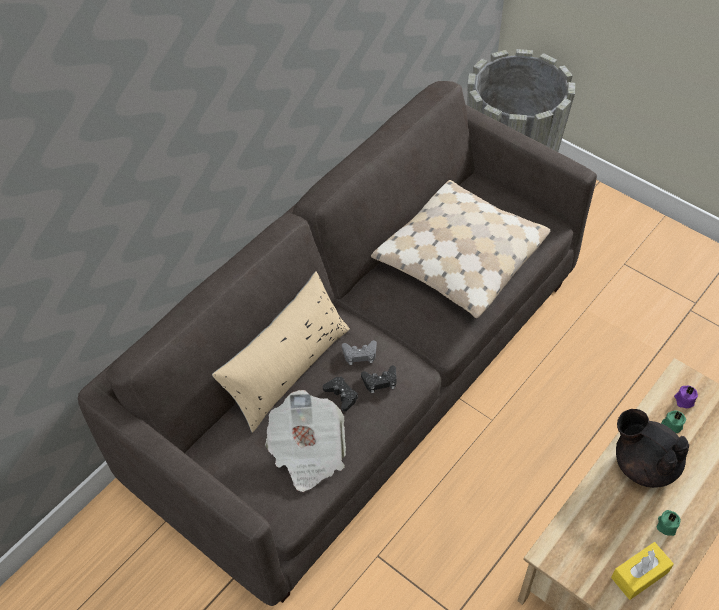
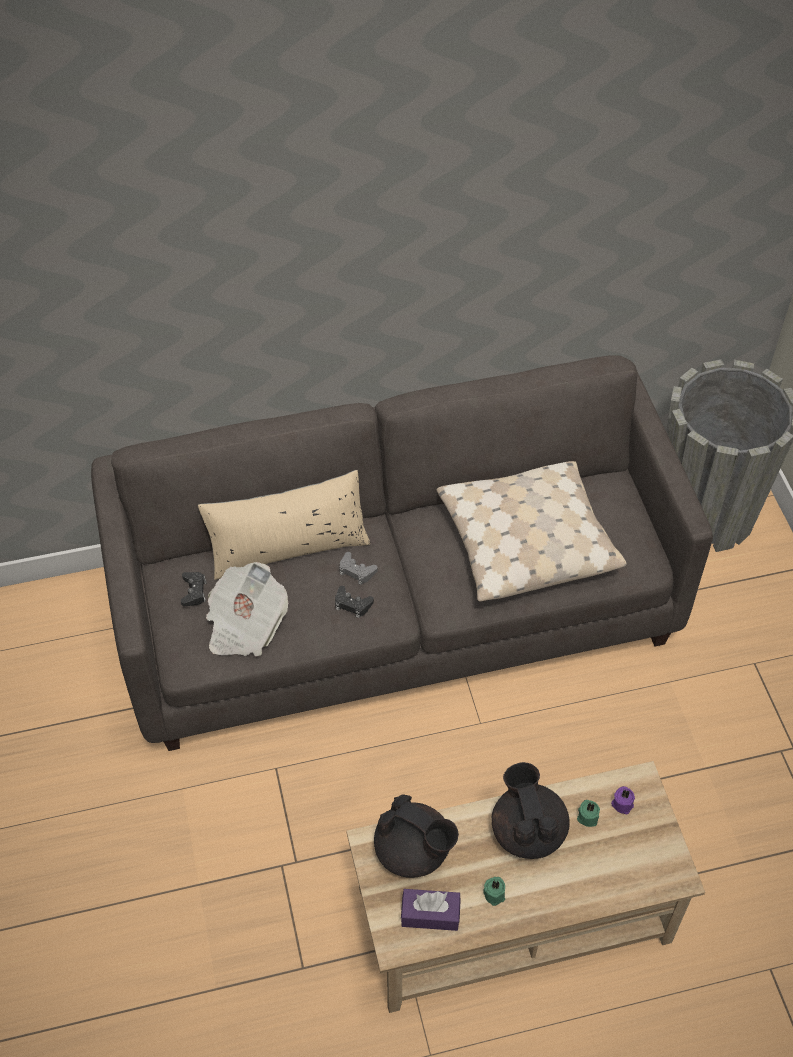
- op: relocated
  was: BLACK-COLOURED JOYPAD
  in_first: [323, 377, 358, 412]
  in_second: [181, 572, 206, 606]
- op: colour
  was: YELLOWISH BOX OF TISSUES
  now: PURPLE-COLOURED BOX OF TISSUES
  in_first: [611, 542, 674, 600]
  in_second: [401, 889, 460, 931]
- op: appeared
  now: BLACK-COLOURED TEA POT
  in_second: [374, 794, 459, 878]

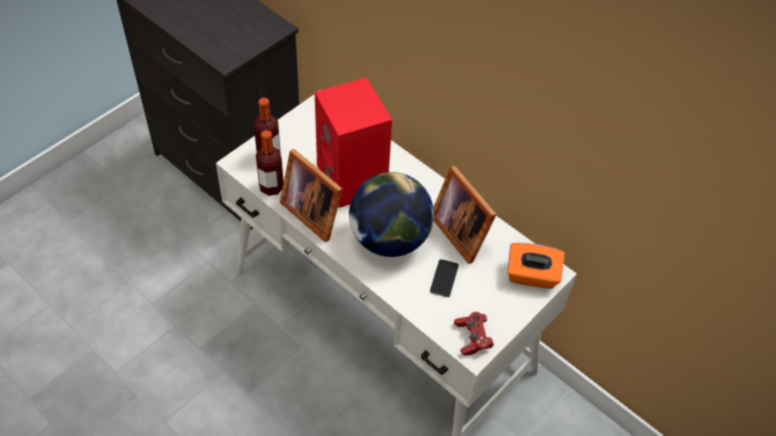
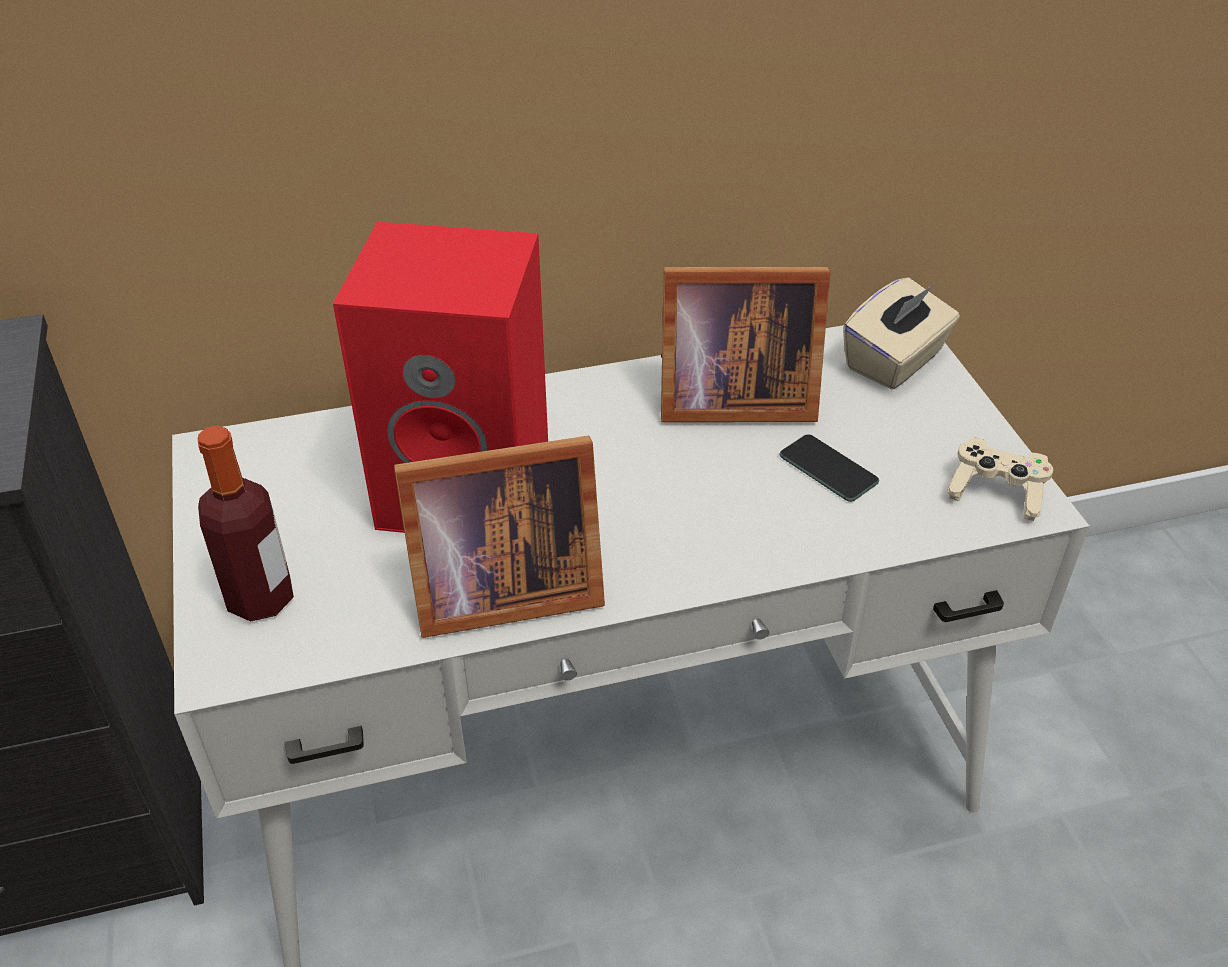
- op: missing
  was: BOTTLE
  in_first: [256, 130, 284, 196]
- op: missing
  was: GLOBE
  in_first: [349, 172, 434, 257]
- op: colour
  was: ORANGE BOX OF TISSUES
  now: BEIGE BOX OF TISSUES
  in_first: [507, 243, 565, 289]
  in_second: [843, 277, 960, 390]
- op: colour
  was: REDDISH JOYPAD
  now: BEIGE JOYPAD
  in_first: [454, 312, 494, 356]
  in_second: [947, 437, 1053, 521]

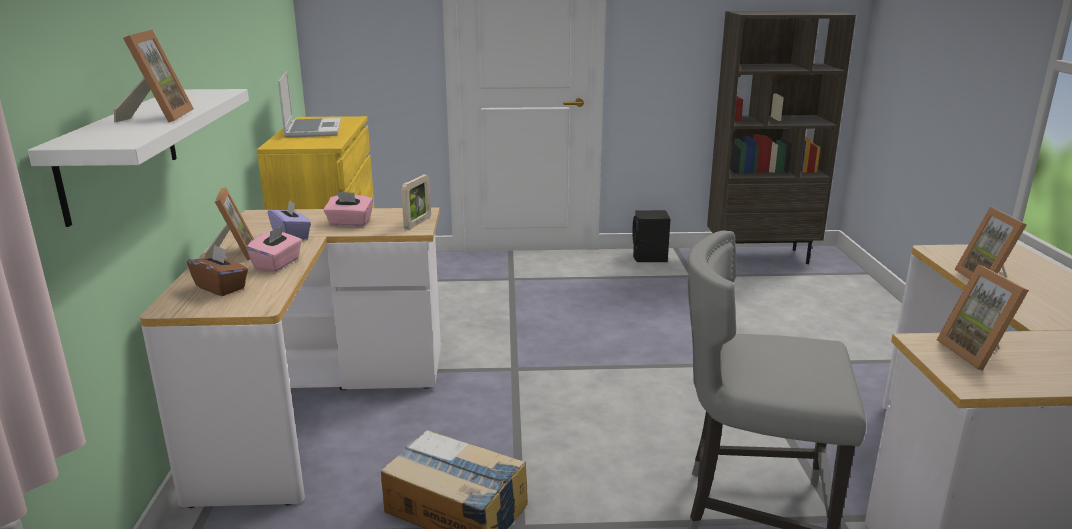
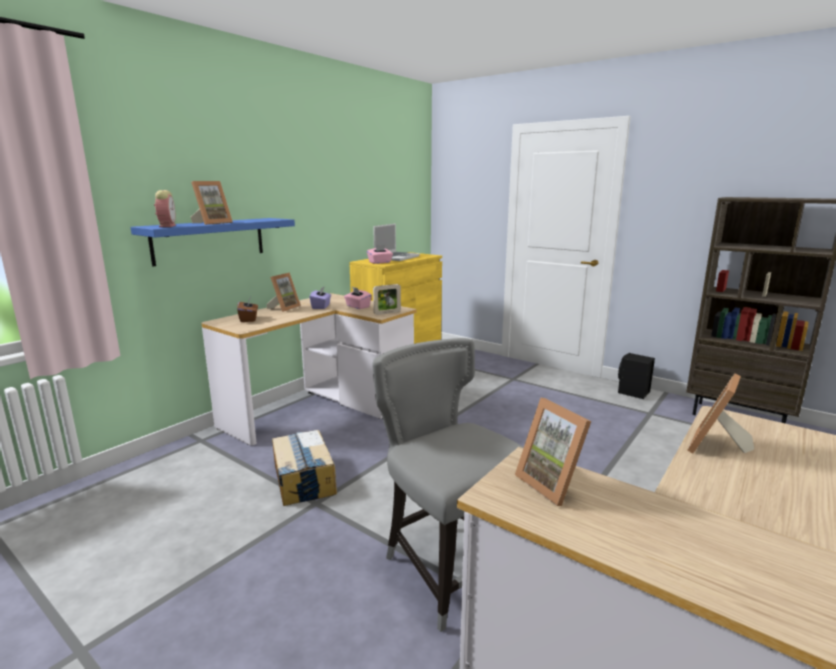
- op: colour
  was: WHITE WALL SHELF
  now: BLUE WALL SHELF
  in_first: [28, 89, 249, 227]
  in_second: [131, 218, 295, 267]
- op: relocated
  was: PINK BOX OF TISSUES
  in_first: [246, 225, 302, 272]
  in_second: [367, 245, 393, 264]
- op: spun
  was: PICTURE FRAME
  in_first: [937, 265, 1029, 371]
  in_second: [515, 398, 591, 506]
  clockwise: -60
- op: appeared
  now: ALARM CLOCK
  in_second: [154, 190, 176, 227]

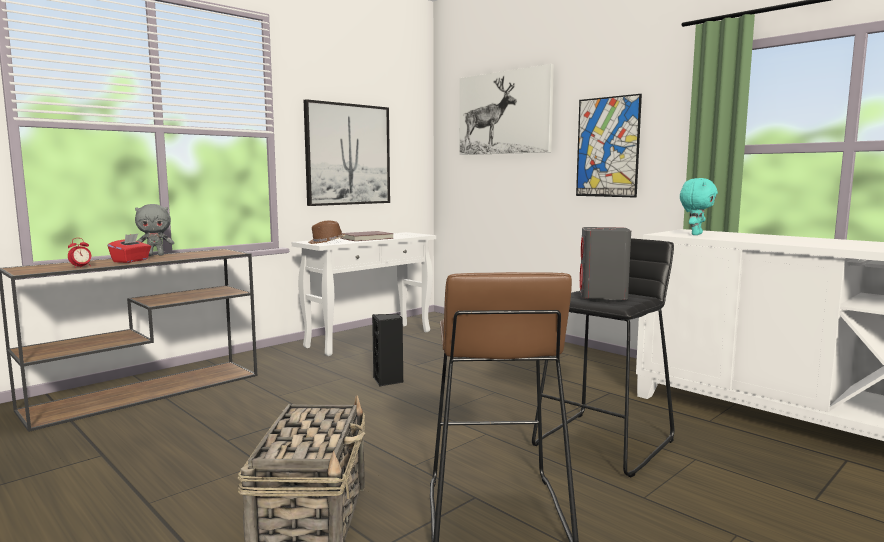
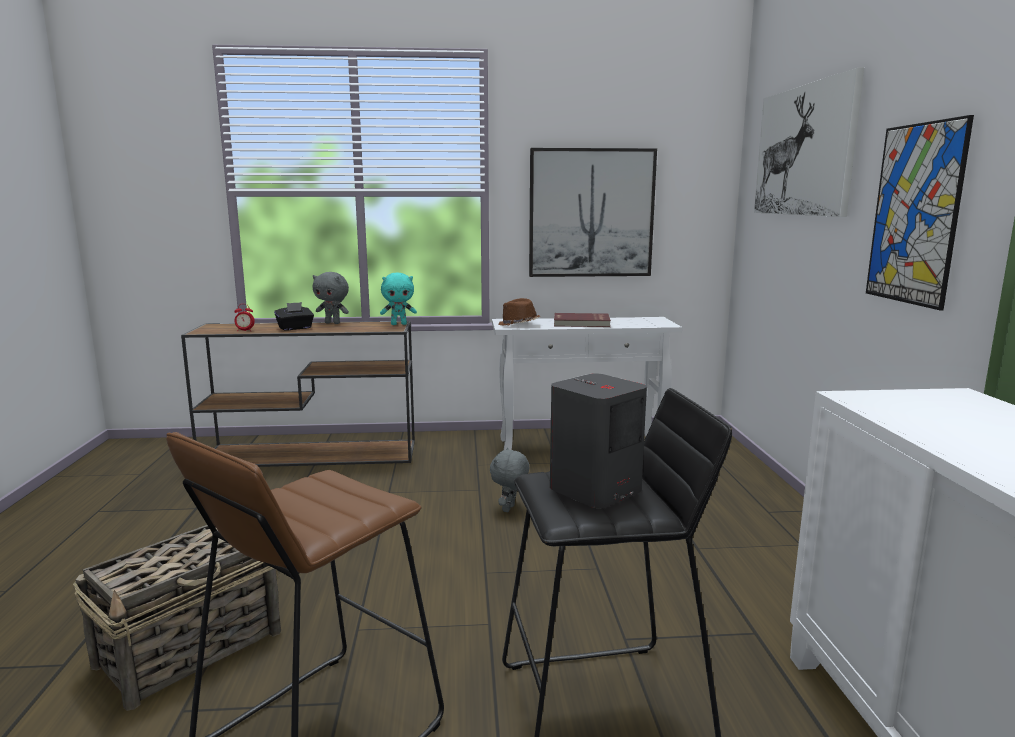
- op: relocated
  was: TURQUOISE SOFT TOY
  in_first: [680, 178, 718, 235]
  in_second: [380, 273, 417, 325]
- op: colour
  was: REDDISH BOX OF TISSUES
  now: BLACK-COLOURED BOX OF TISSUES
  in_first: [108, 234, 151, 263]
  in_second: [274, 302, 314, 331]
- op: exchanged
  was: BLACK-COLOURED AUDIO SPEAKER
  now: GREY SOFT TOY
  in_first: [372, 314, 403, 387]
  in_second: [490, 448, 529, 512]

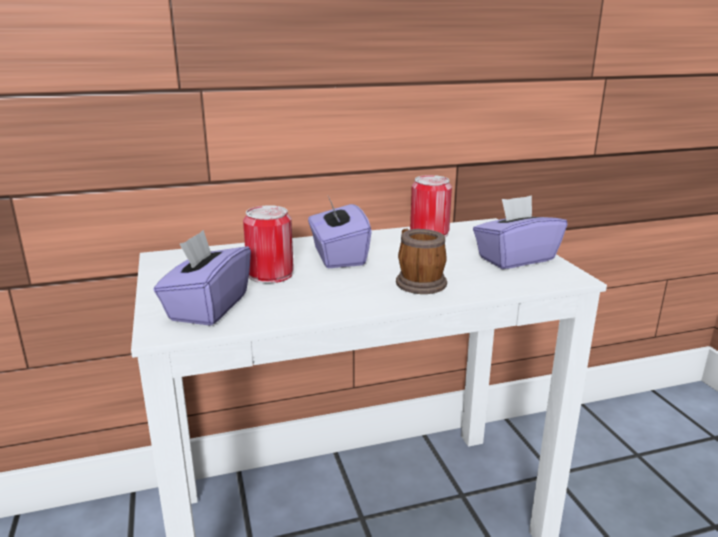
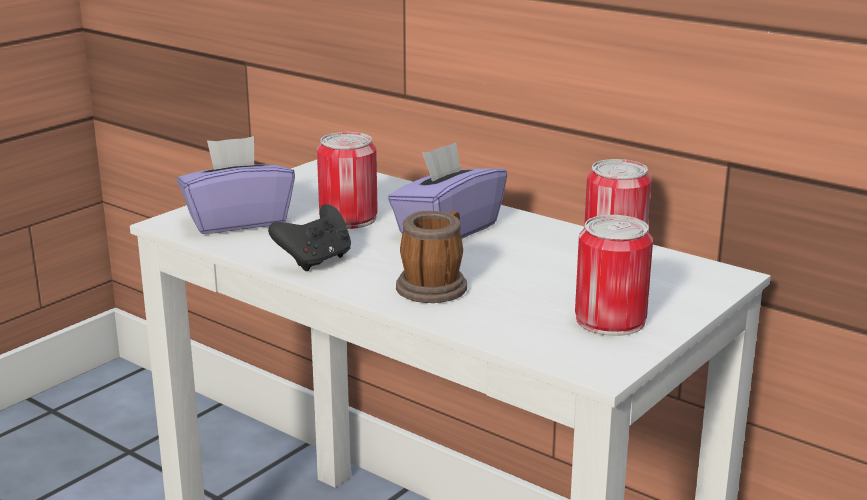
- op: exchanged
  was: PURPLE-COLOURED BOX OF TISSUES
  now: METAL CAN
  in_first: [473, 195, 567, 269]
  in_second: [575, 215, 653, 336]
- op: appeared
  now: BLACK-COLOURED JOYPAD
  in_second: [268, 204, 351, 271]

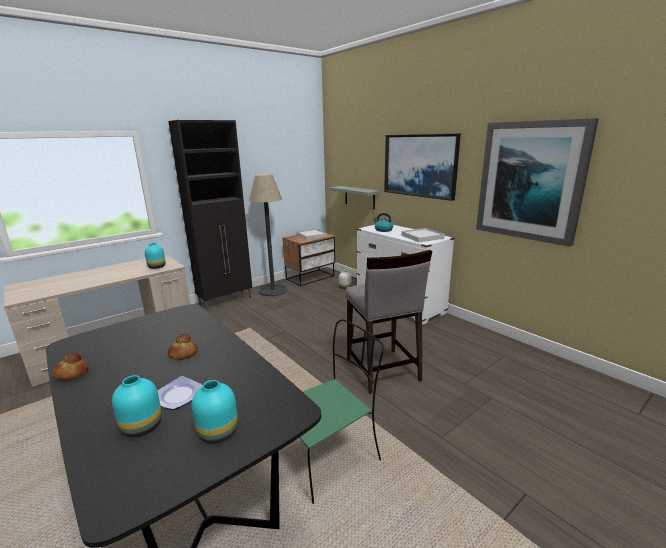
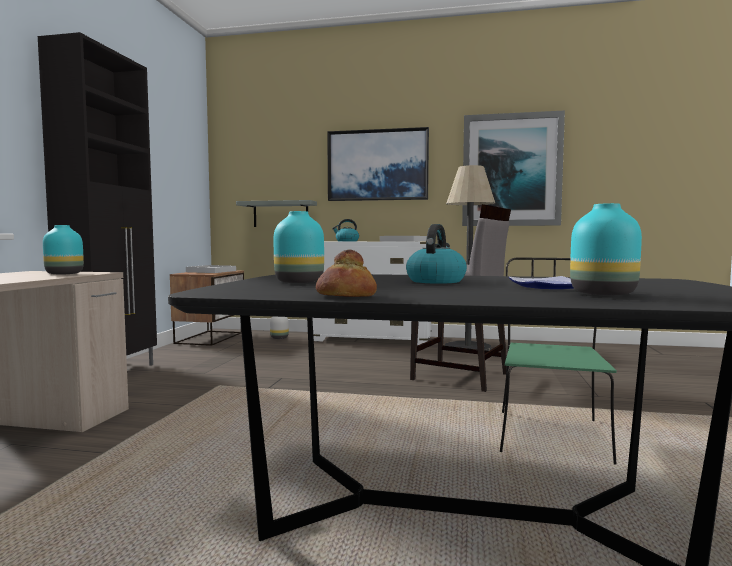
- op: relocated
  was: STANDARD LAMP
  in_first: [249, 174, 288, 296]
  in_second: [445, 165, 495, 351]
- op: exchanged
  was: BAKED BREAD
  now: KETTLE
  in_first: [168, 334, 198, 360]
  in_second: [406, 224, 467, 284]
- op: relocated
  was: TURQUOISE DECORATIVE VASE
  in_first: [191, 380, 238, 444]
  in_second: [274, 211, 324, 283]

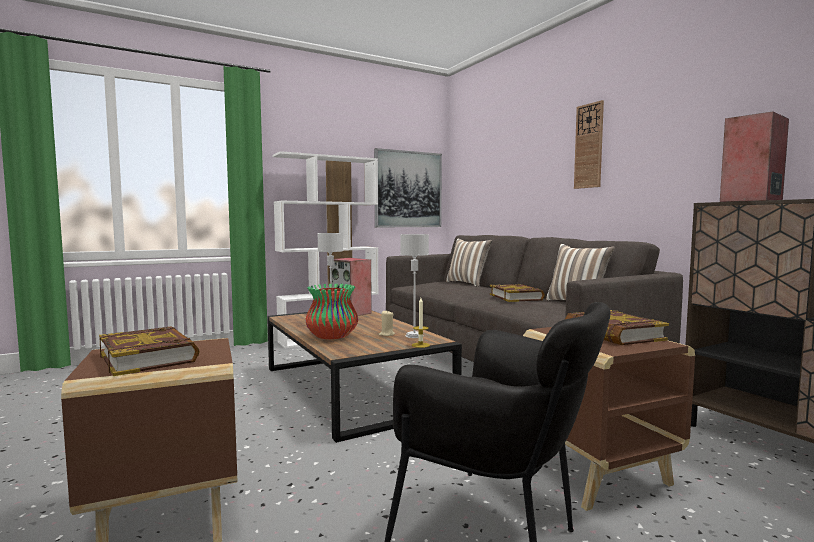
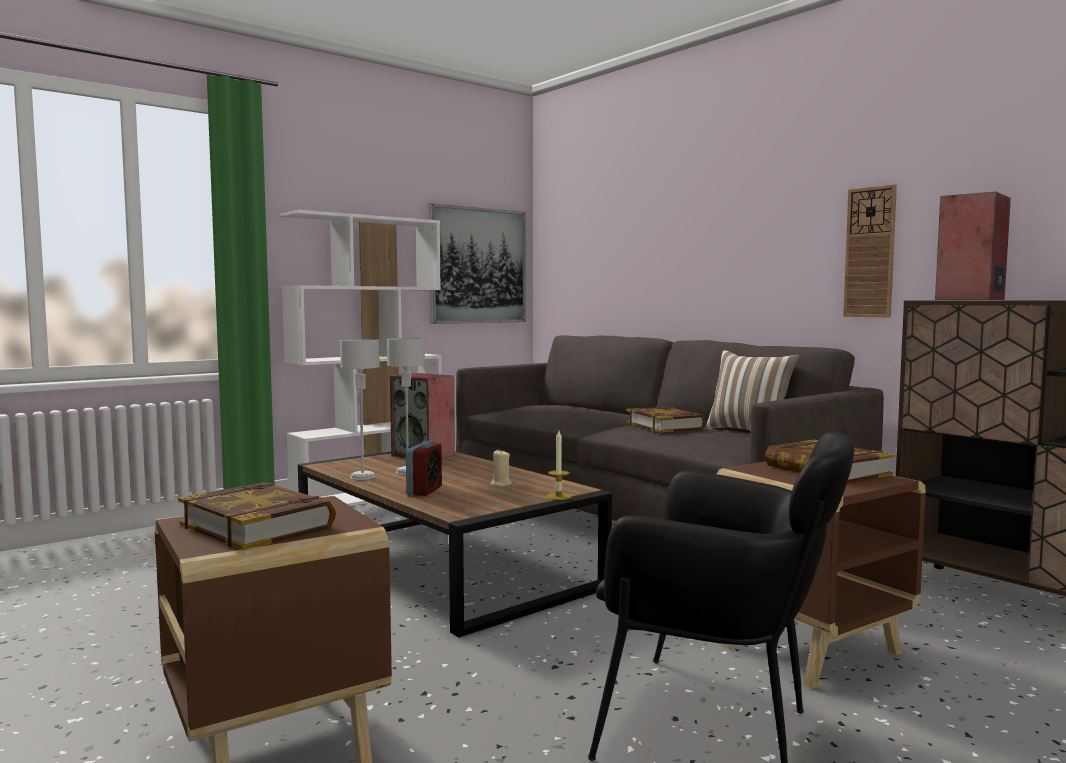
- op: relocated
  was: HANGING CLOCK
  in_first: [574, 100, 604, 189]
  in_second: [843, 184, 897, 317]
- op: relocated
  was: GREY LAMP FOR A TABLE
  in_first: [400, 234, 429, 338]
  in_second: [340, 339, 380, 480]
- op: missing
  was: PILLOW
  in_first: [446, 238, 492, 287]
- op: exchanged
  was: DECORATIVE VASE
  now: ALARM CLOCK
  in_first: [306, 284, 358, 339]
  in_second: [406, 441, 442, 496]

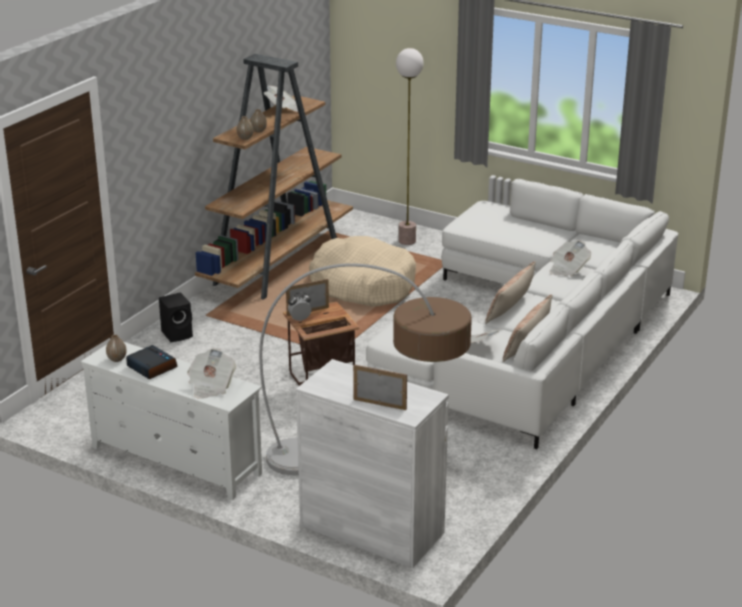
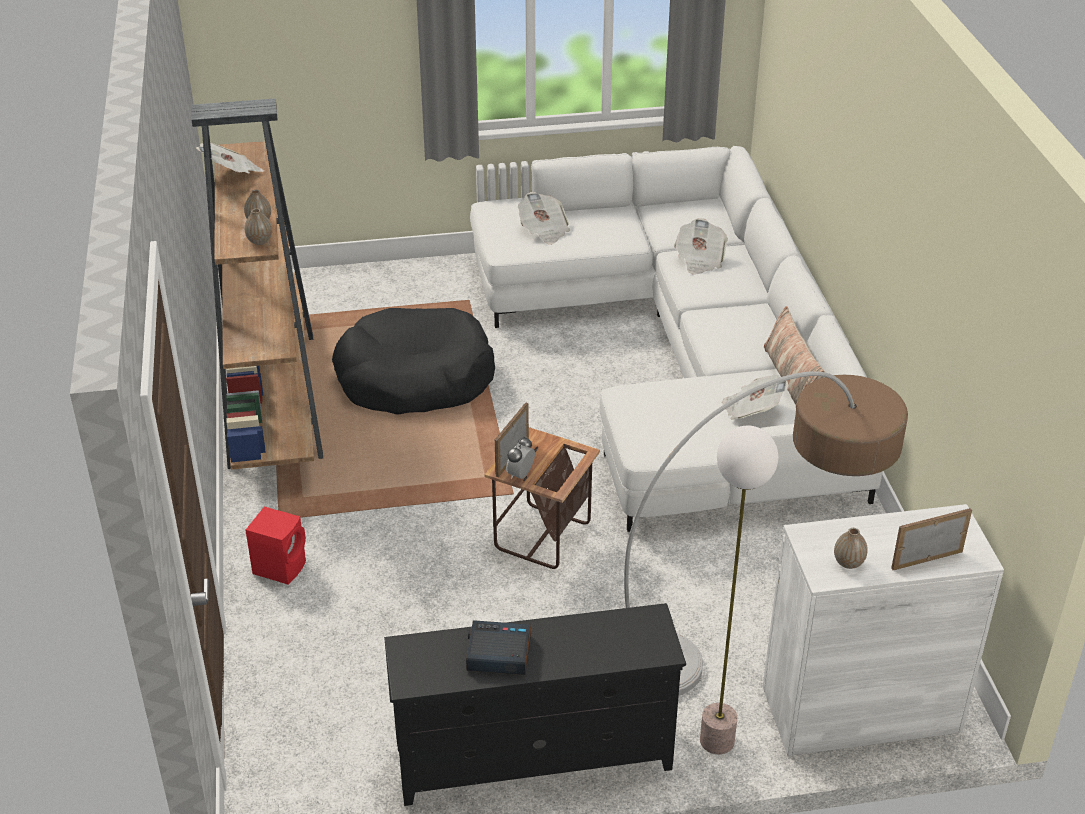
- op: relocated
  was: STANDARD LAMP
  in_first: [396, 48, 424, 245]
  in_second: [700, 426, 778, 754]
- op: colour
  was: BEIGE DOG CUSHION
  now: BLACK-COLOURED DOG CUSHION
  in_first: [309, 236, 416, 307]
  in_second: [332, 308, 495, 415]
- op: missing
  was: PILLOW
  in_first: [485, 261, 536, 324]
- op: colour
  was: BLACK-COLOURED AUDIO SPEAKER
  now: REDDISH AUDIO SPEAKER
  in_first: [159, 292, 193, 342]
  in_second: [246, 507, 306, 585]
- op: relocated
  was: DECORATIVE VASE
  in_first: [106, 335, 127, 362]
  in_second: [834, 528, 868, 569]
- op: colour
  was: WHITE MEDIA CONSOLE
  now: BLACK-COLOURED MEDIA CONSOLE
  in_first: [80, 342, 262, 500]
  in_second: [384, 603, 686, 806]
- op: relocated
  was: DAILY PAPER
  in_first: [187, 348, 236, 399]
  in_second: [518, 192, 570, 245]

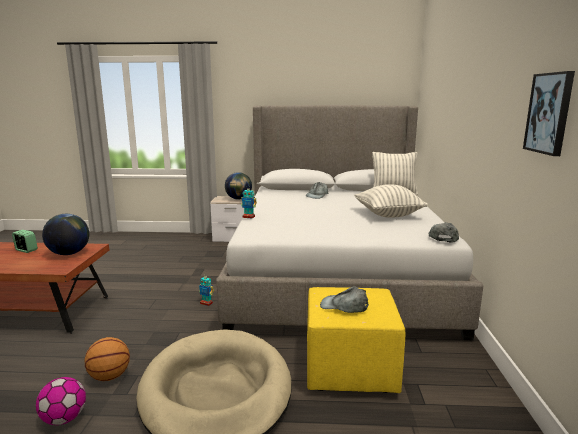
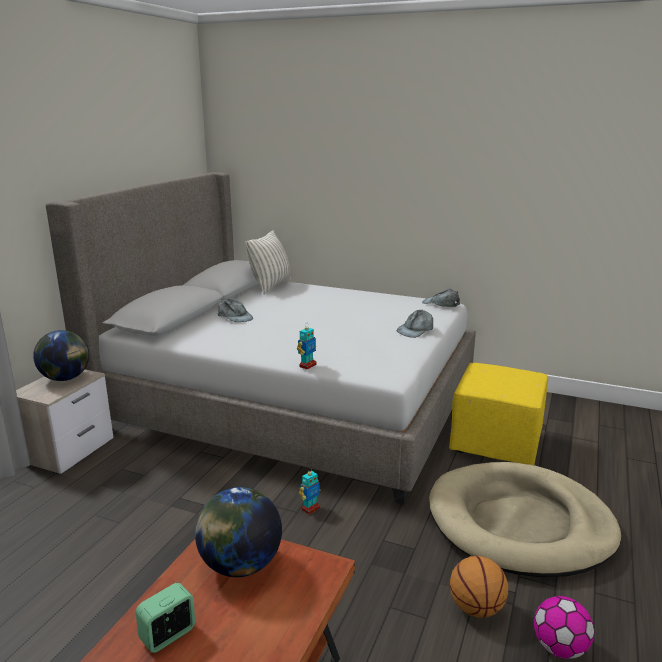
- op: missing
  was: WALL ART
  in_first: [523, 71, 575, 156]
- op: missing
  was: PILLOW
  in_first: [354, 184, 428, 218]
- op: relocated
  was: GREY CAP
  in_first: [320, 286, 369, 313]
  in_second: [397, 310, 433, 338]

